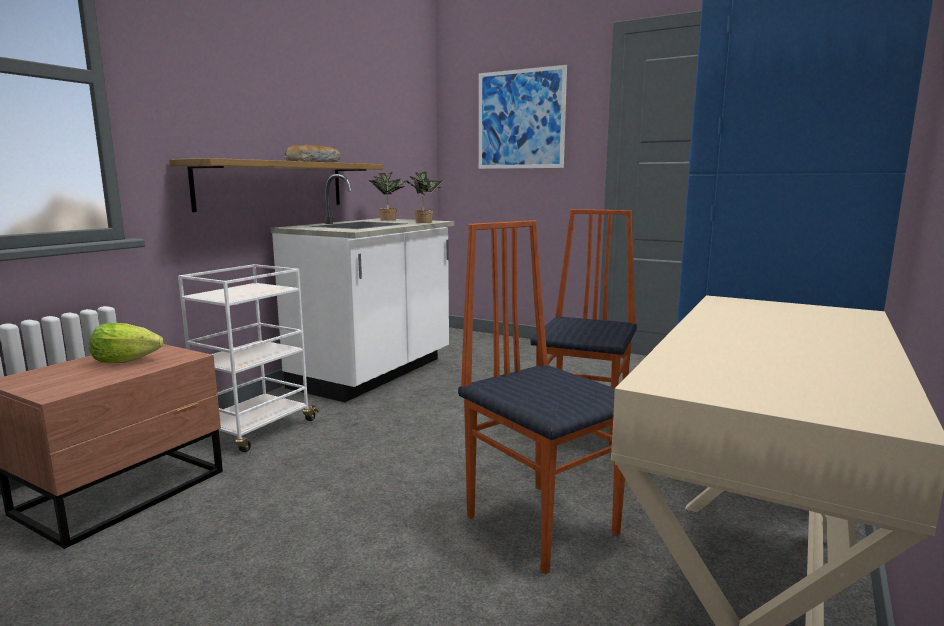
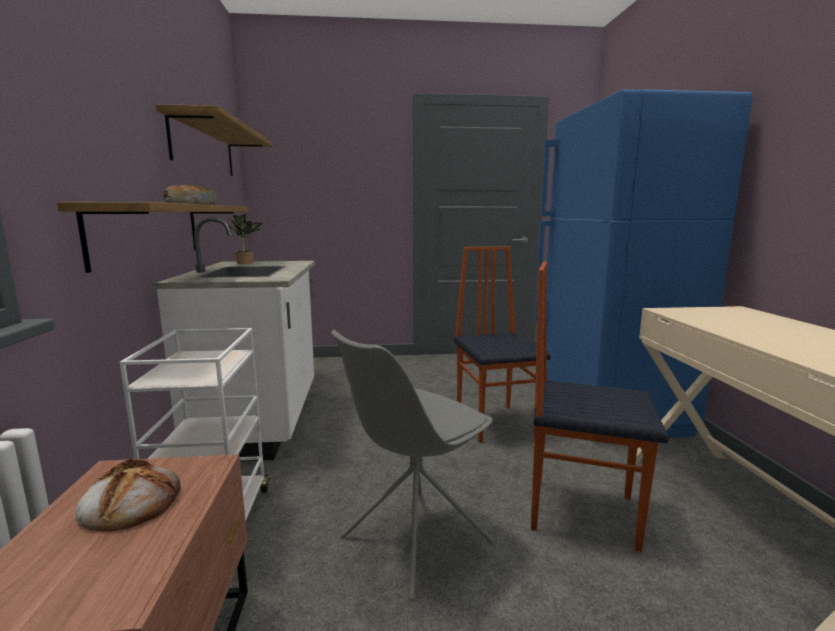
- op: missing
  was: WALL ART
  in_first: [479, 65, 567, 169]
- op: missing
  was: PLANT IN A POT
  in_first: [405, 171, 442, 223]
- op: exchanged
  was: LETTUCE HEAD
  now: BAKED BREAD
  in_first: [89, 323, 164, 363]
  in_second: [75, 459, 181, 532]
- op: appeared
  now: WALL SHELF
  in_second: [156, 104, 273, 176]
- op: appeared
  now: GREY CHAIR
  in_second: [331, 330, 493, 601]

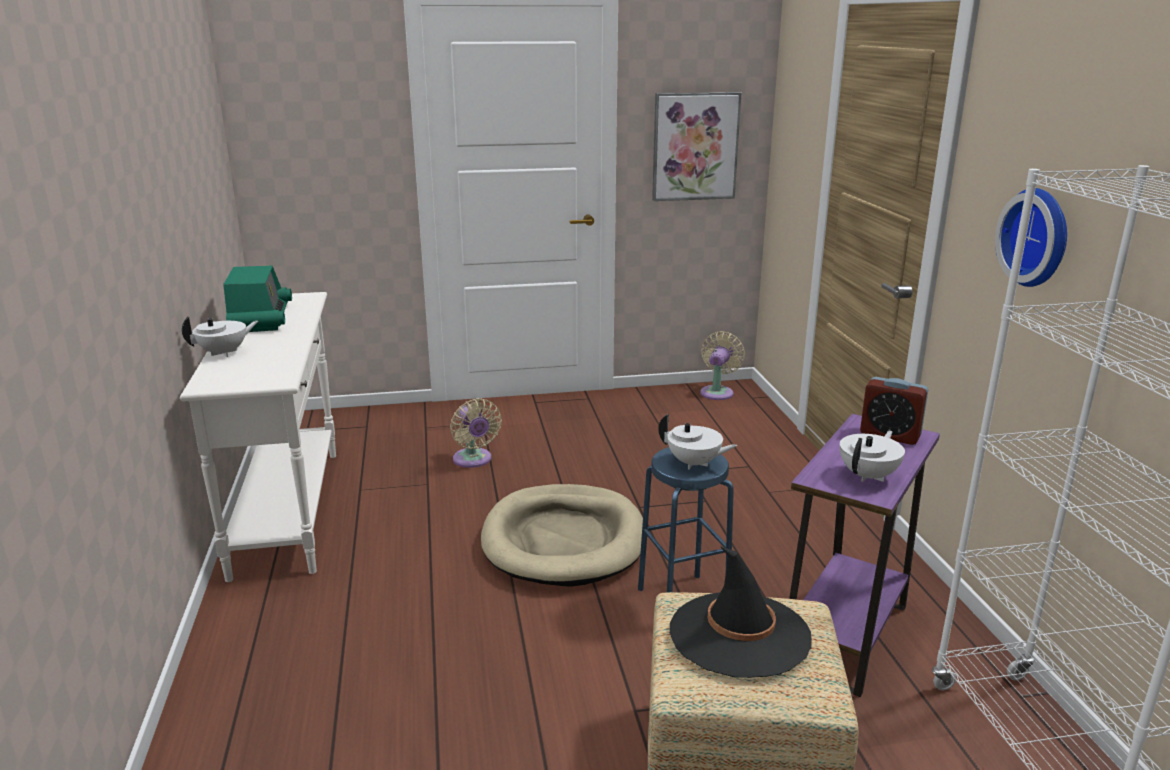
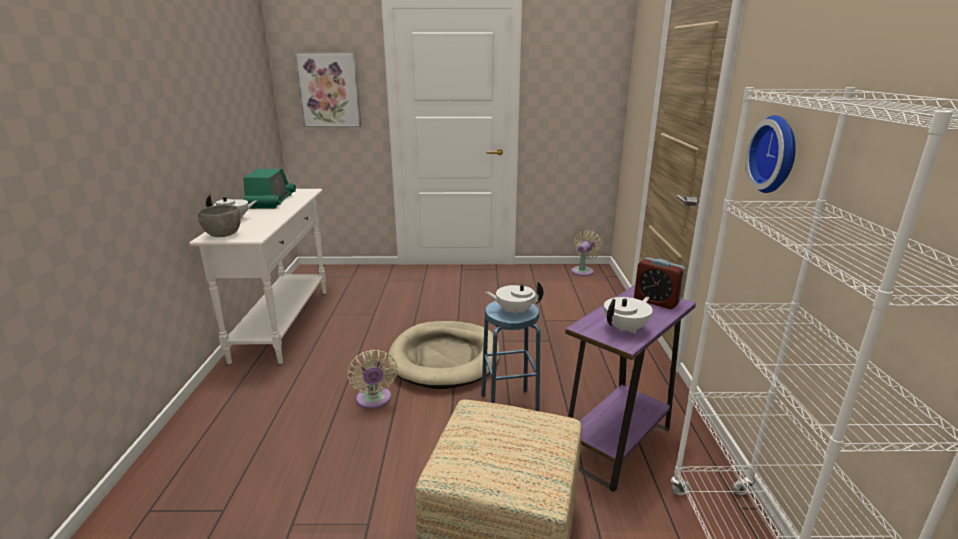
- op: relocated
  was: WALL ART
  in_first: [652, 92, 742, 201]
  in_second: [294, 52, 361, 127]
- op: relocated
  was: BEIGE COOLING FAN
  in_first: [450, 398, 502, 468]
  in_second: [347, 350, 398, 409]
- op: spun
  was: WHITE TEA POT
  in_first: [658, 414, 738, 470]
  in_second: [485, 281, 543, 316]
  clockwise: 150
- op: missing
  was: BLACK-COLOURED CLOTHING HAT
  in_first: [670, 546, 812, 678]
- op: appeared
  now: GREY BOWL
  in_second: [198, 205, 241, 237]

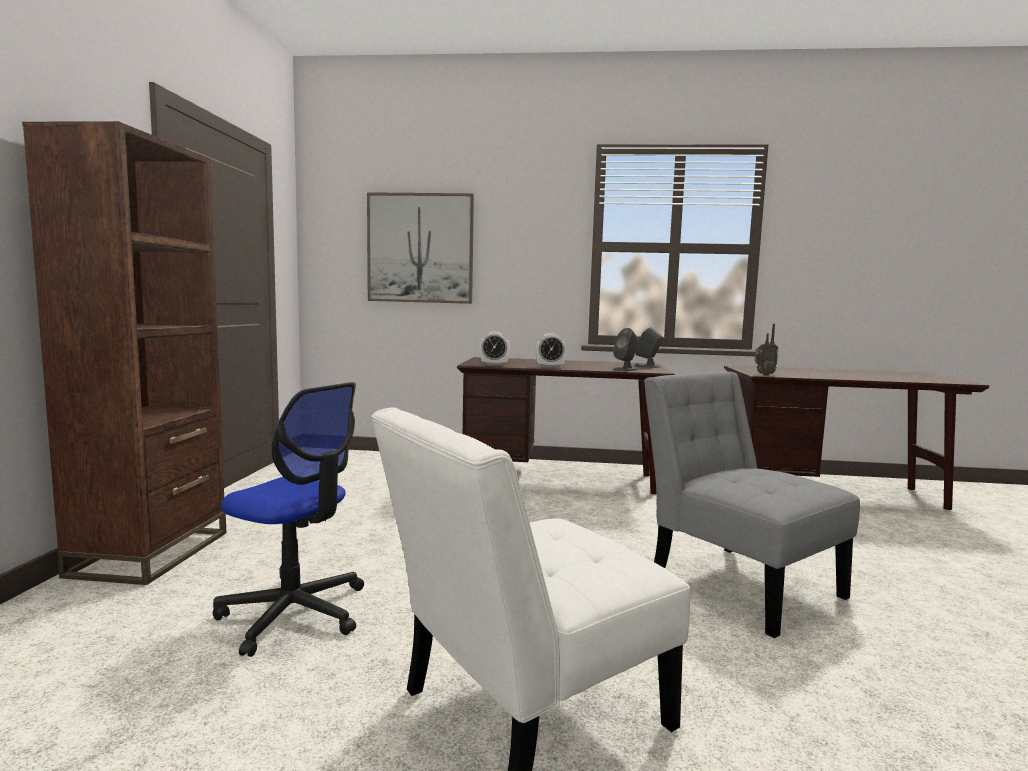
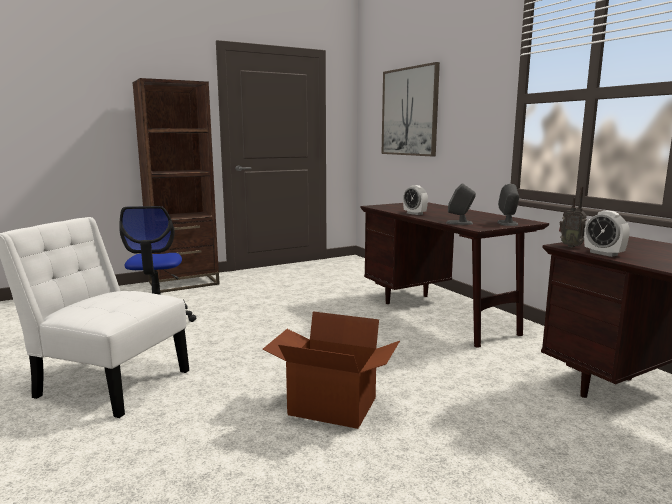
- op: relocated
  was: ALARM CLOCK
  in_first: [480, 332, 510, 366]
  in_second: [584, 210, 630, 257]
- op: exchanged
  was: GREY CHAIR
  now: CARDBOARD BOX
  in_first: [644, 372, 860, 638]
  in_second: [263, 311, 400, 429]

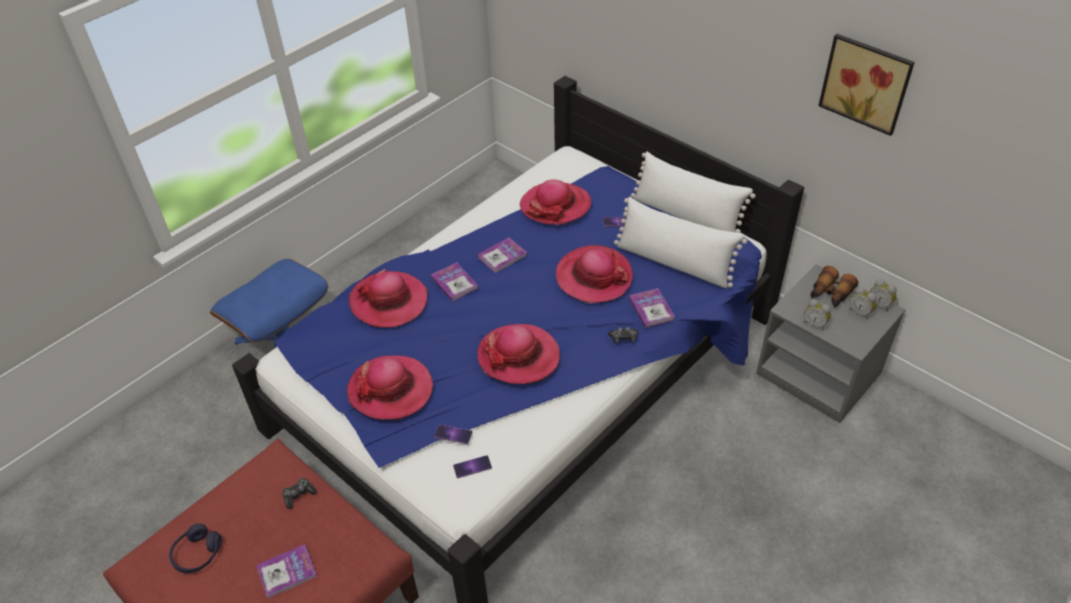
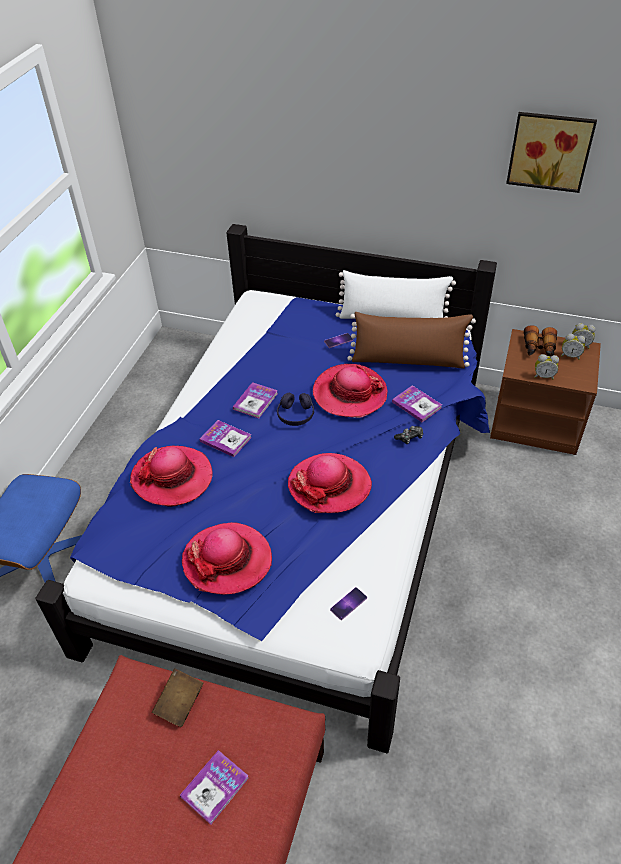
- op: missing
  was: CLOTHING HAT
  in_first: [520, 179, 591, 225]
- op: colour
  was: WHITE PILLOW
  now: BROWNISH PILLOW
  in_first: [614, 197, 747, 288]
  in_second: [347, 312, 476, 369]
- op: colour
  was: GREY NIGHT TABLE
  now: BROWNISH NIGHT TABLE
  in_first: [756, 265, 905, 423]
  in_second: [490, 329, 601, 455]
- op: missing
  was: TELEPHONE
  in_first: [434, 425, 472, 444]
- op: exchanged
  was: JOYPAD
  now: BROWNISH VOLUME
  in_first: [282, 478, 317, 509]
  in_second: [152, 668, 203, 727]
- op: relocated
  was: PURPLE-COLOURED HEADSET
  in_first: [169, 523, 222, 573]
  in_second: [277, 393, 314, 426]

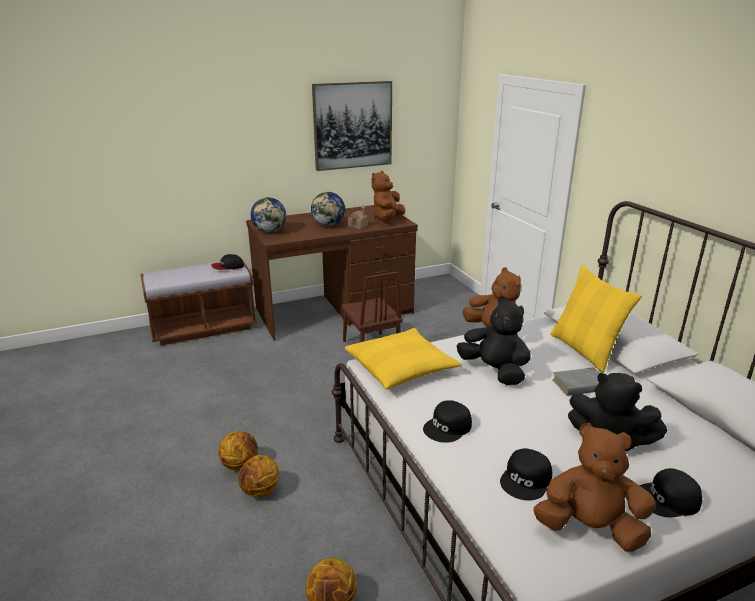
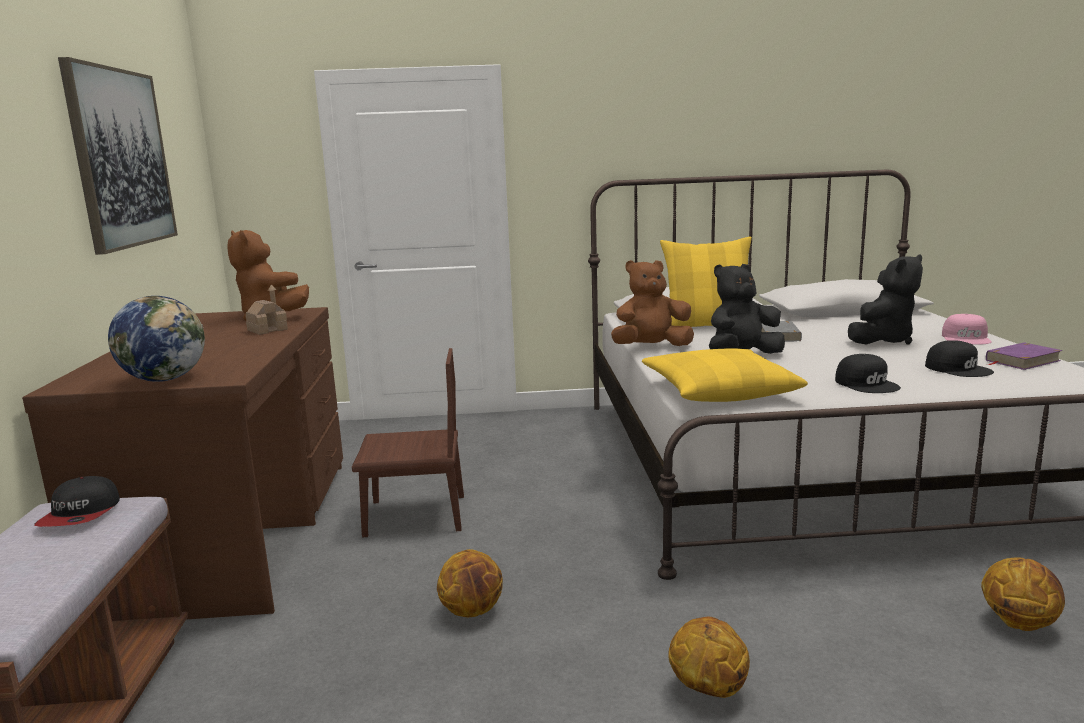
- op: missing
  was: GLOBE
  in_first: [311, 192, 345, 226]
- op: exchanged
  was: BROWNISH SOFT TOY
  now: PURPLE-COLOURED VOLUME
  in_first: [533, 423, 655, 552]
  in_second: [986, 342, 1062, 370]
- op: relocated
  was: BALL FOR BASKETBALL
  in_first: [238, 455, 279, 498]
  in_second: [437, 549, 503, 617]
- op: colour
  was: BLACK-COLOURED CAP
  now: PINK CAP
  in_first: [640, 468, 702, 517]
  in_second: [942, 314, 992, 345]

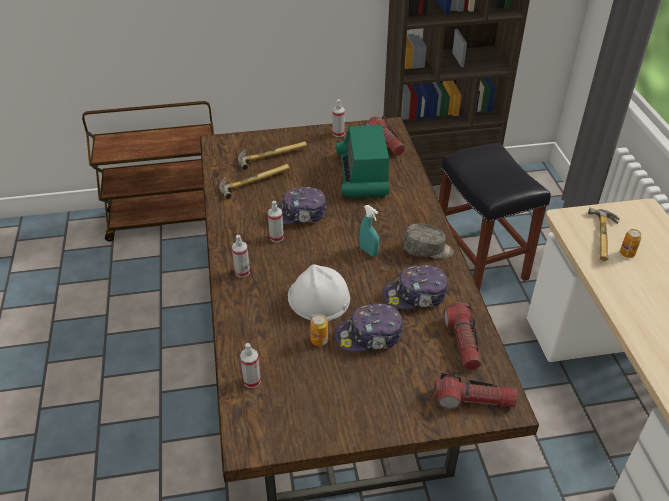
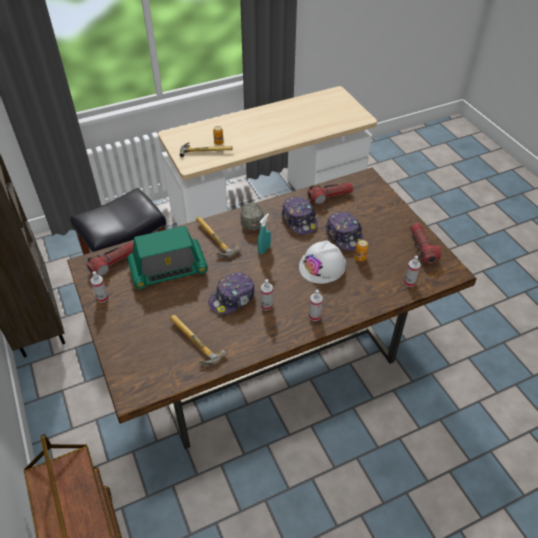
- op: relocated
  was: HAND HAMMER
  in_first: [238, 141, 307, 170]
  in_second: [196, 217, 241, 258]
- op: spun
  was: CAP
  in_first: [277, 187, 327, 224]
  in_second: [208, 272, 255, 315]
  clockwise: 75
- op: relocated
  was: TORCH
  in_first: [434, 372, 517, 409]
  in_second: [410, 223, 441, 263]

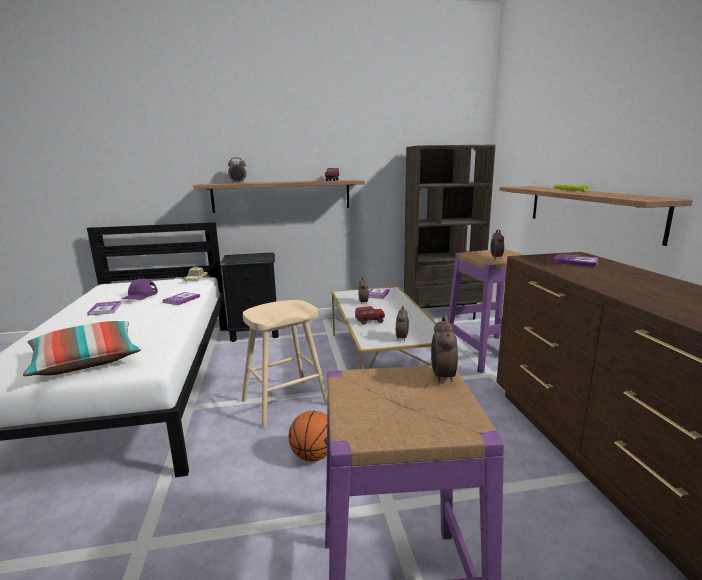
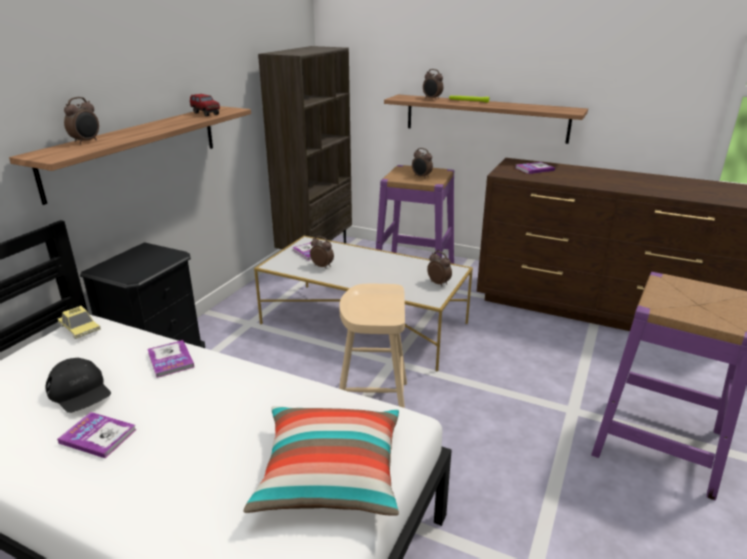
- op: colour
  was: PURPLE-COLOURED CAP
  now: BLACK-COLOURED CAP
  in_first: [122, 278, 158, 300]
  in_second: [45, 358, 111, 413]
- op: missing
  was: MODEL TRUCK
  in_first: [355, 306, 385, 325]
- op: relocated
  was: ALARM CLOCK
  in_first: [431, 316, 458, 384]
  in_second: [423, 69, 443, 99]
- op: missing
  was: BALL FOR BASKETBALL
  in_first: [288, 411, 327, 461]

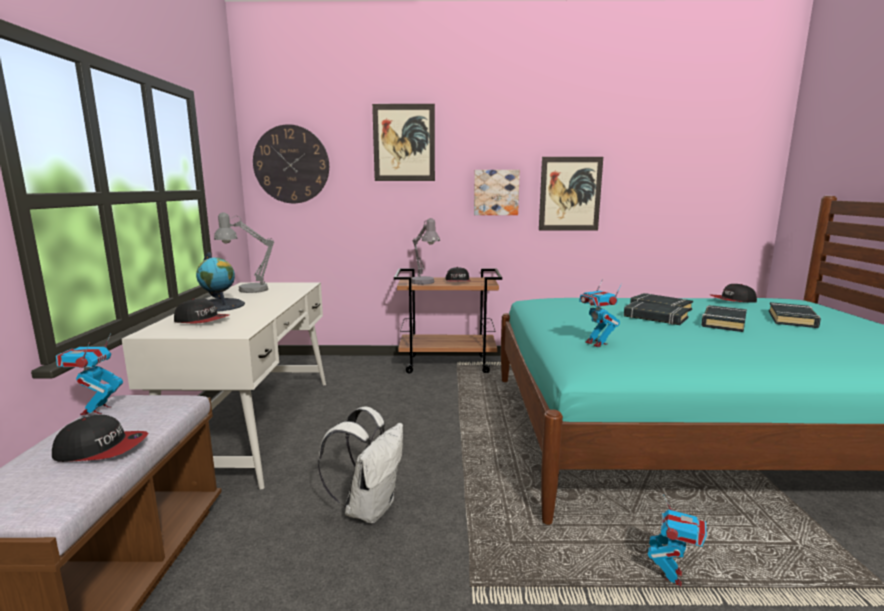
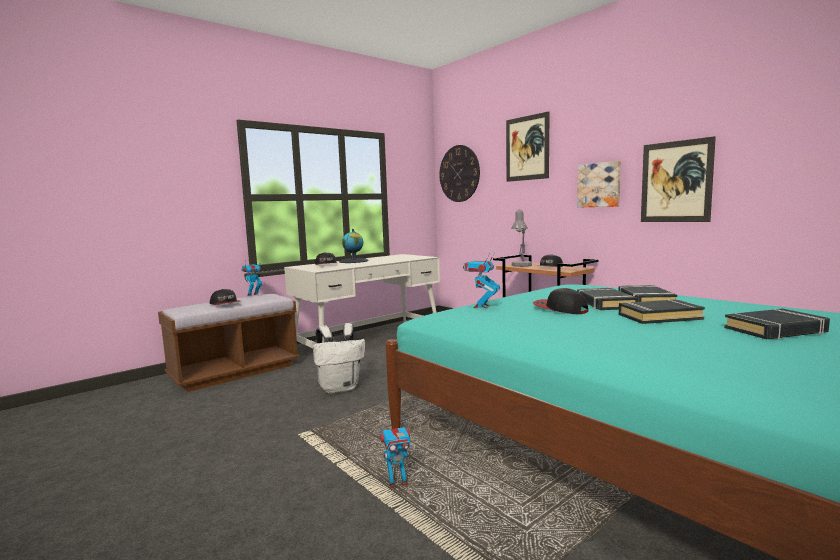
- op: missing
  was: GREY LAMP FOR A TABLE
  in_first: [214, 212, 274, 293]
- op: relocated
  was: CAP
  in_first: [711, 284, 757, 303]
  in_second: [533, 288, 588, 314]

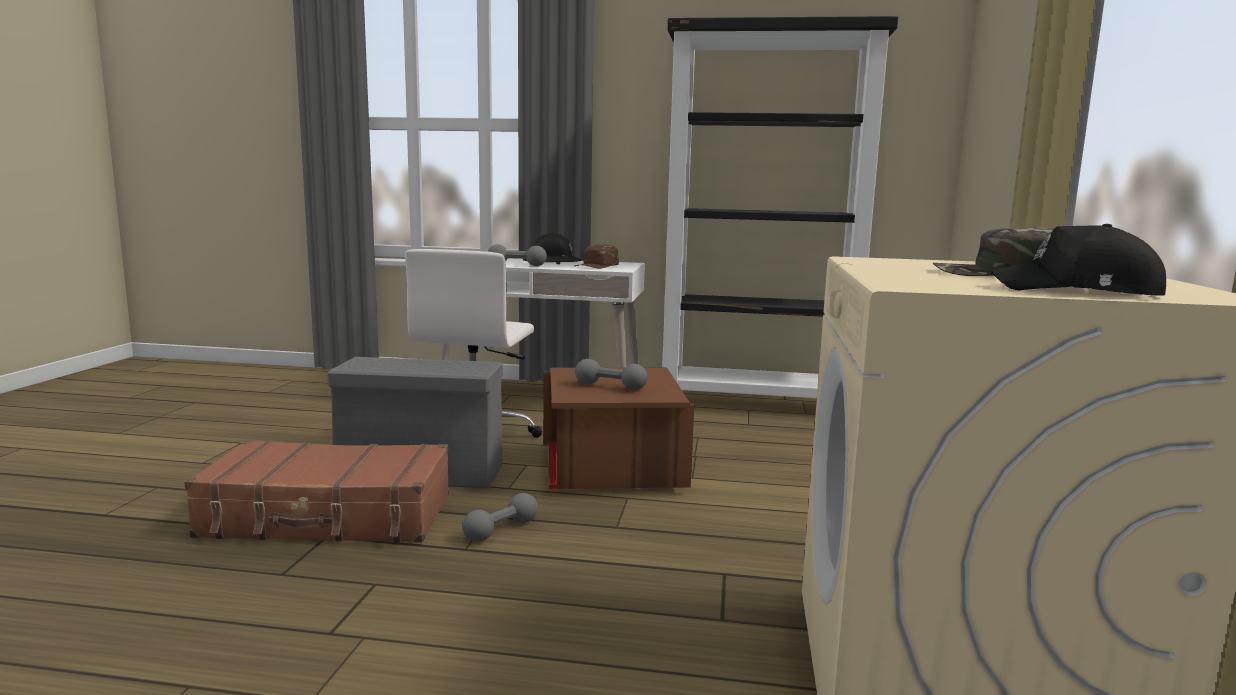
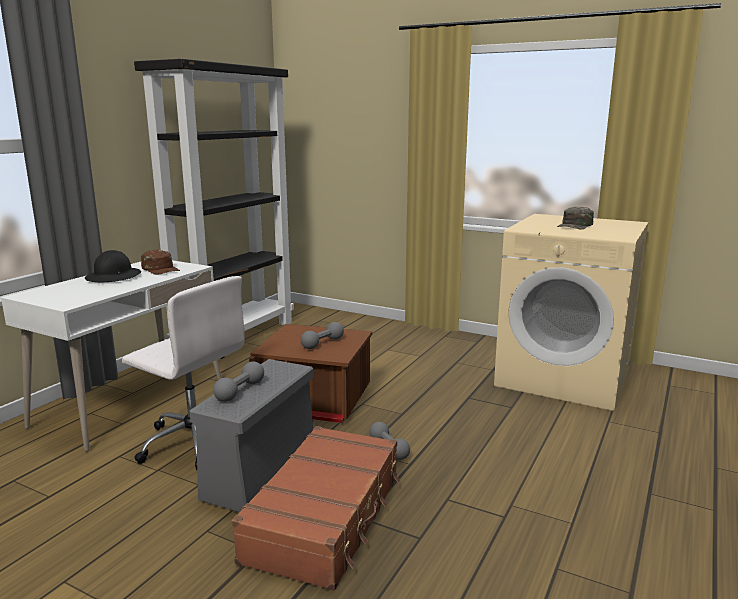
- op: missing
  was: BLACK-COLOURED CAP
  in_first: [991, 224, 1166, 296]
- op: relocated
  was: GREY DUMBBELL
  in_first: [488, 244, 547, 266]
  in_second: [213, 362, 264, 402]

